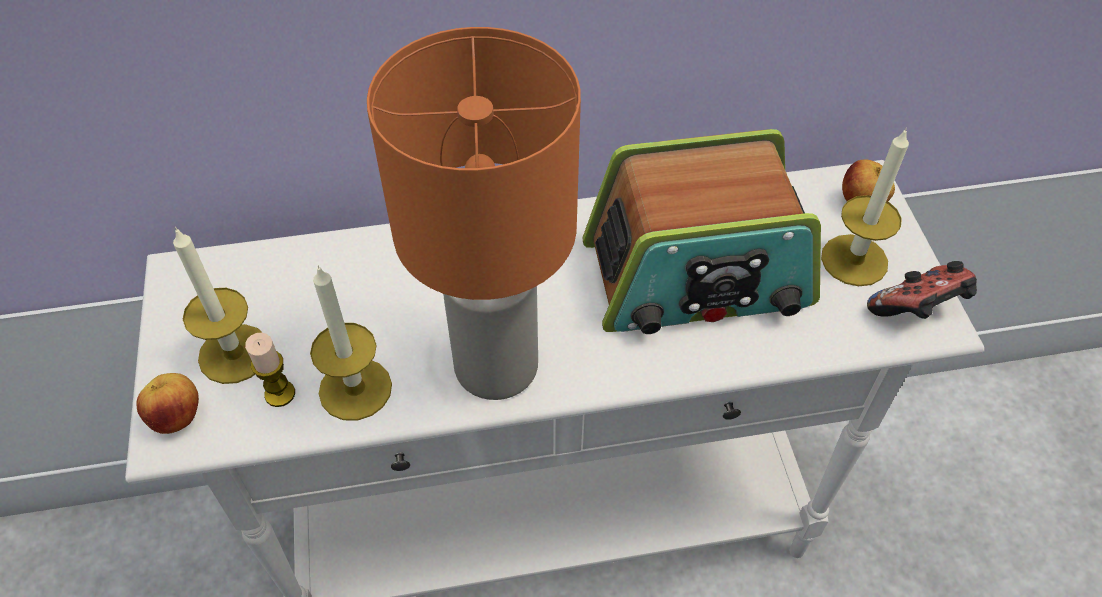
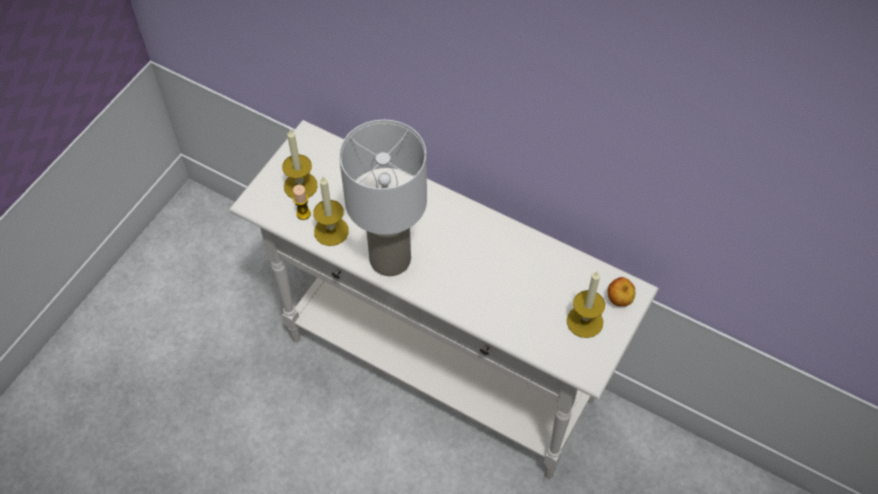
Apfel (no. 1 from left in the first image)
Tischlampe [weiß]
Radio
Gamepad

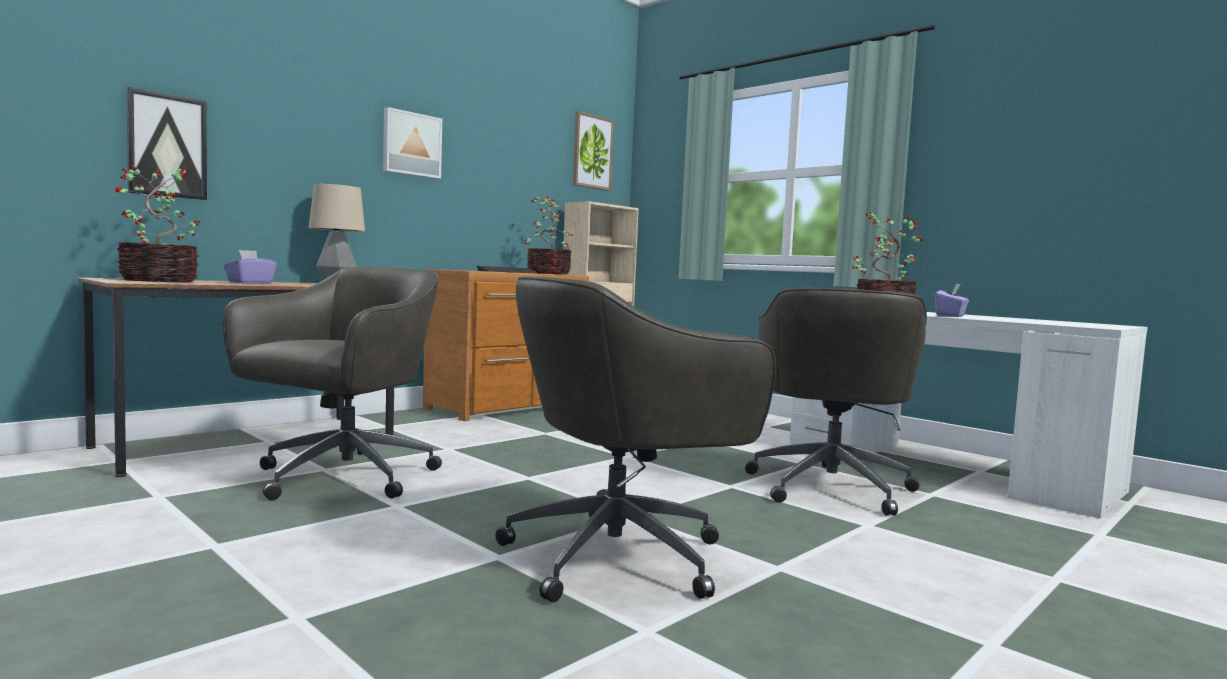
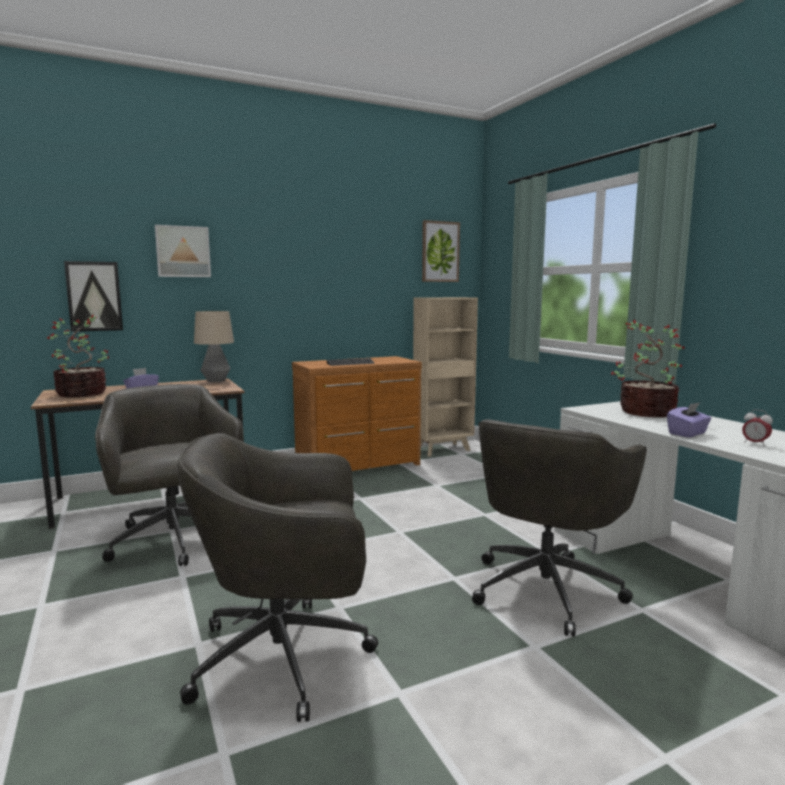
Bürostuhl [grau] (no. 1 from left)
Bild (no. 2 from left)
Topfpflanze (no. 2 from left in the first image)
Wecker

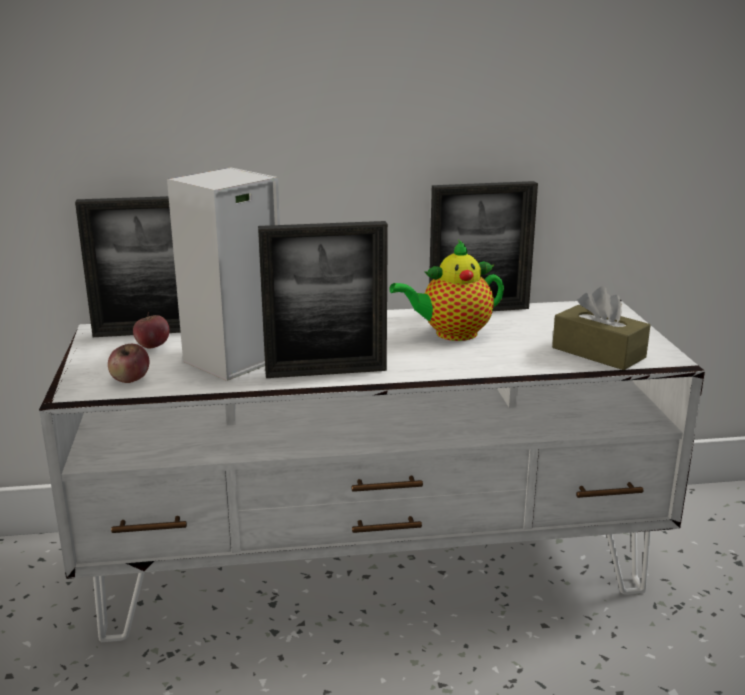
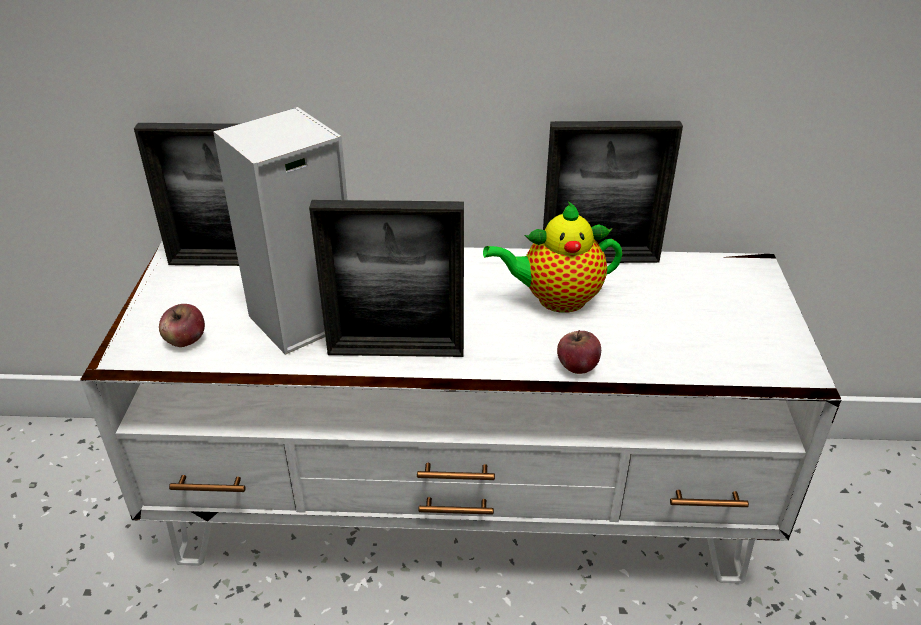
Apfel (no. 2 from left)
Taschentuchbox [braun]

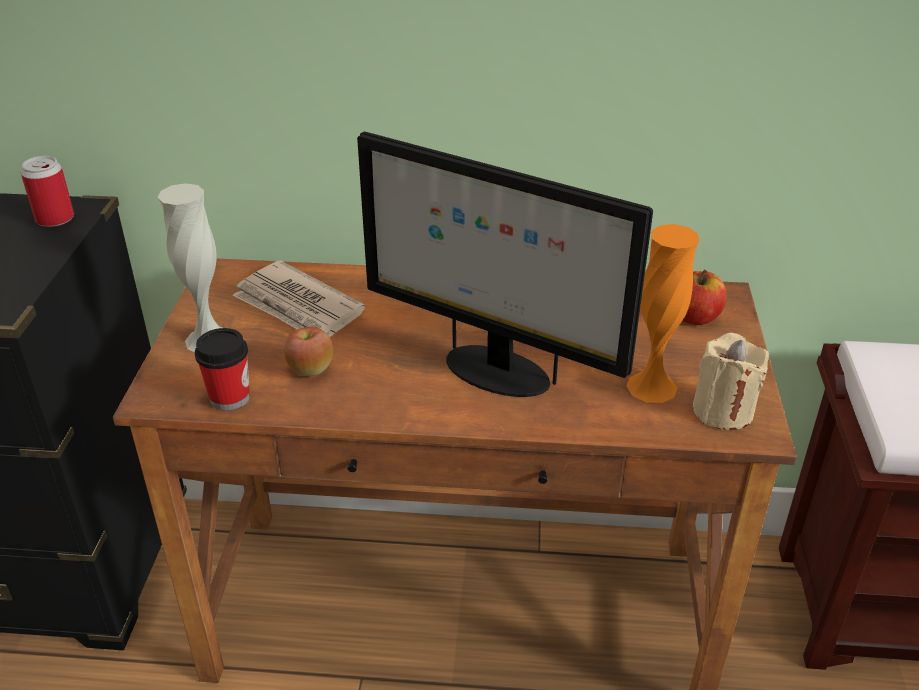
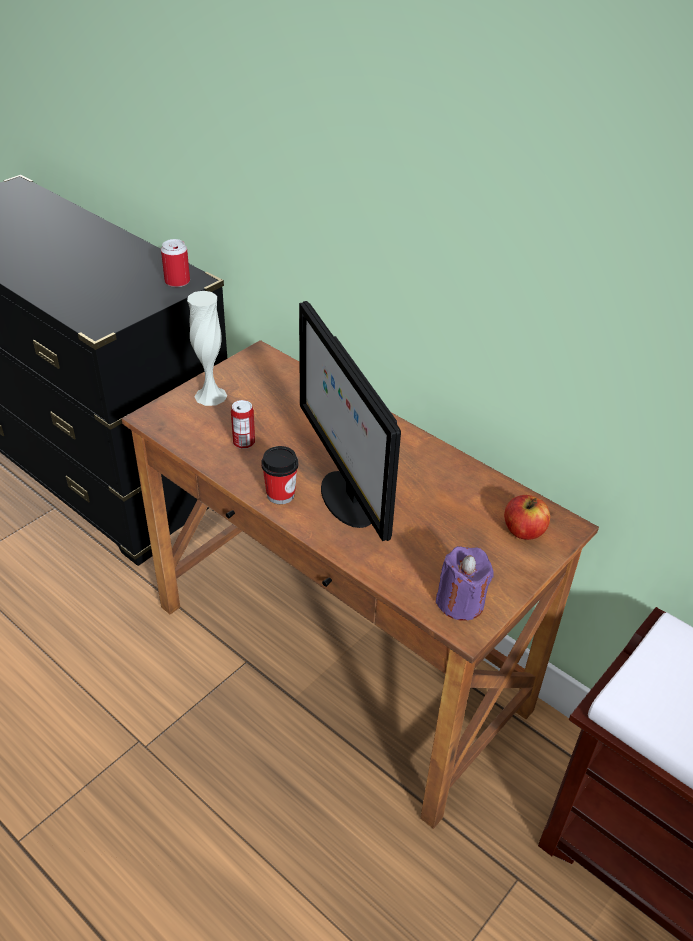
Tasse
Zeitung
Dose (no. 2 from left)
Vase [orange]
Kerze [lila]

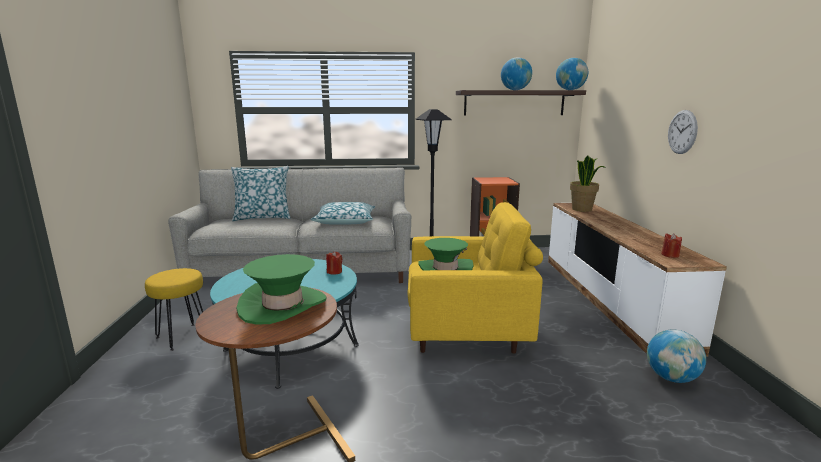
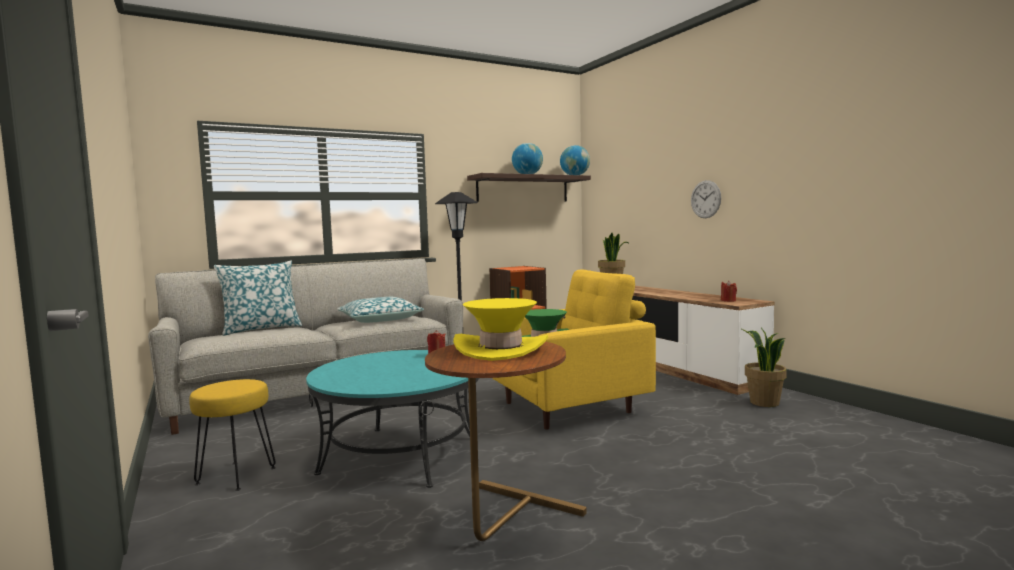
Hut [gelb]
Topfpflanze (no. 2 from left)

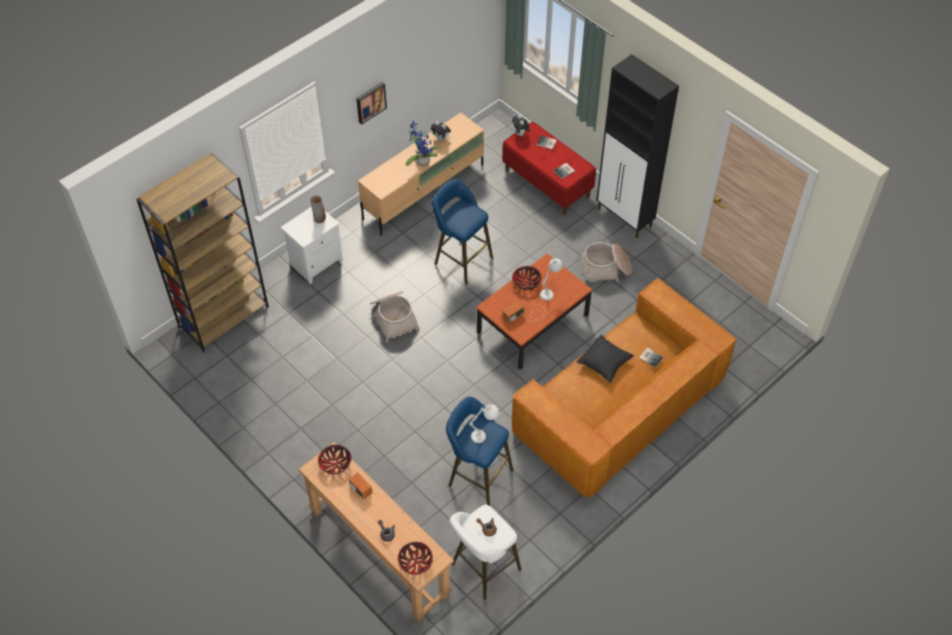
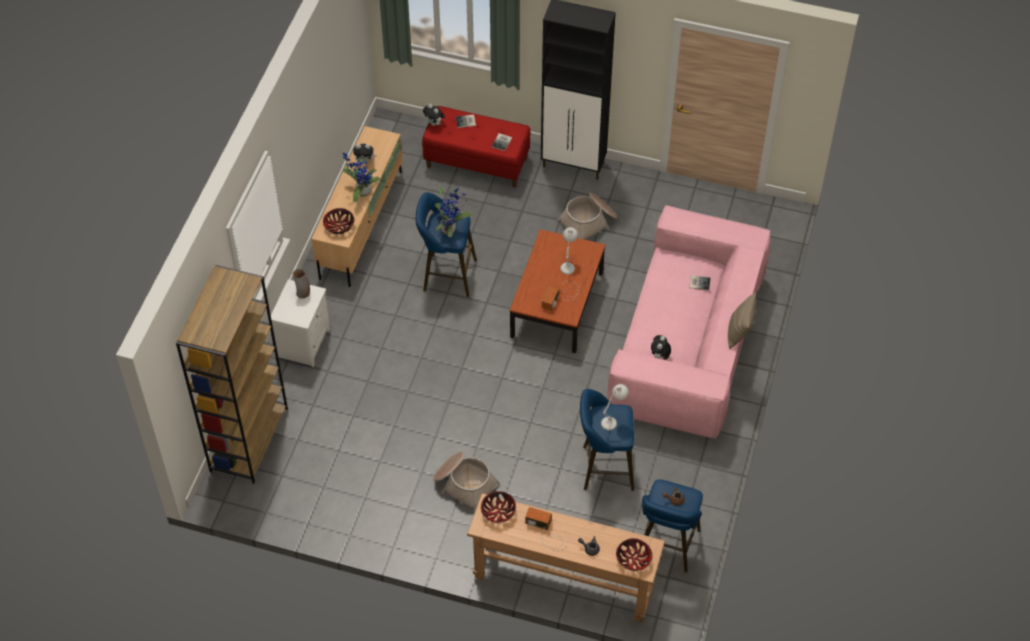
Bild
Korb (no. 1 from left)
Hocker [blau] (no. 3 from left)
Schüssel (no. 1 from left)
Sofa [rosa]
Kissen [schwarz]
Topfpflanze (no. 2 from left)
Plüschtier (no. 3 from left)
Kissen [beige]

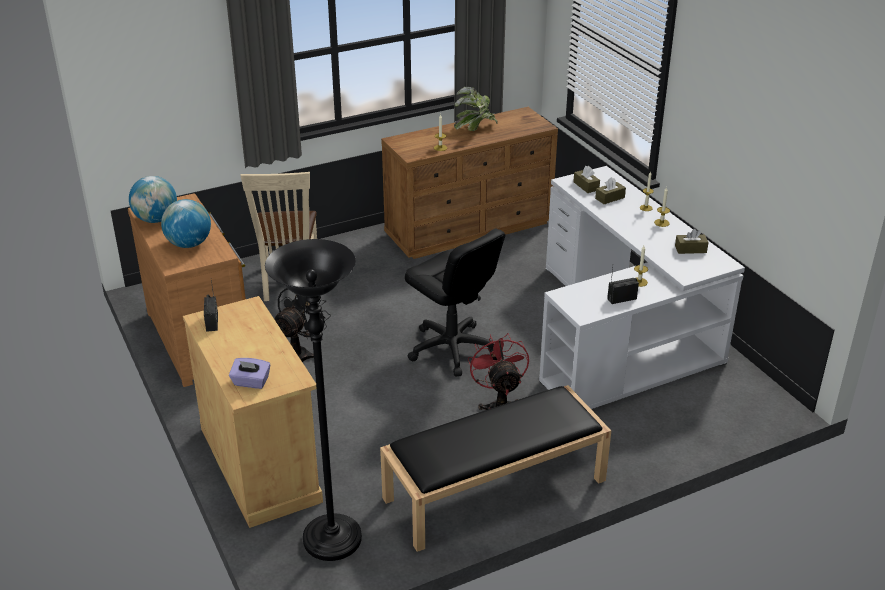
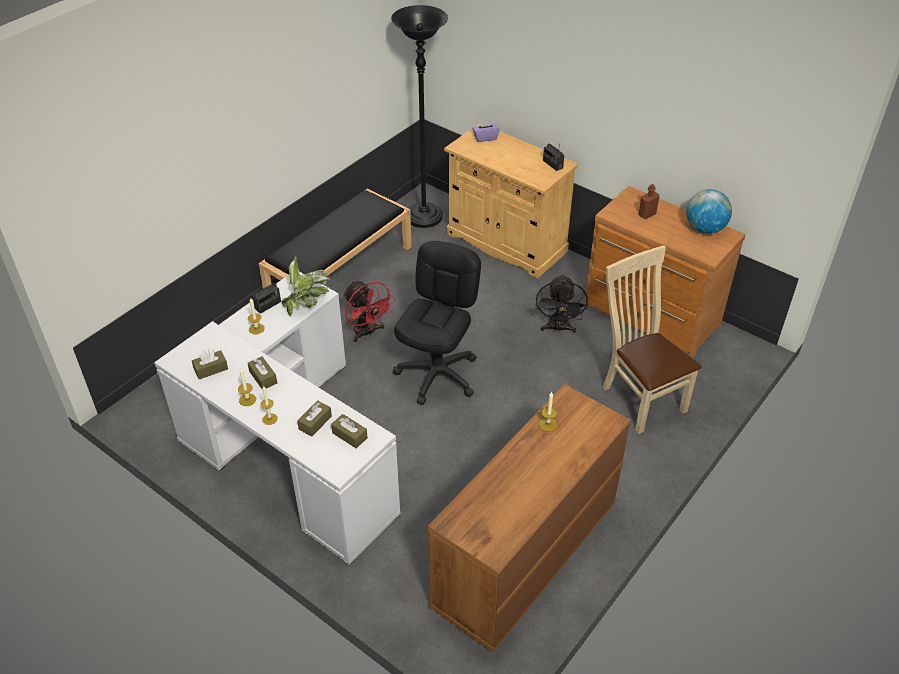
Flasche [braun]
Bürostuhl [schwarz]
Topfpflanze
Taschentuchbox [braun] (no. 2 from left)

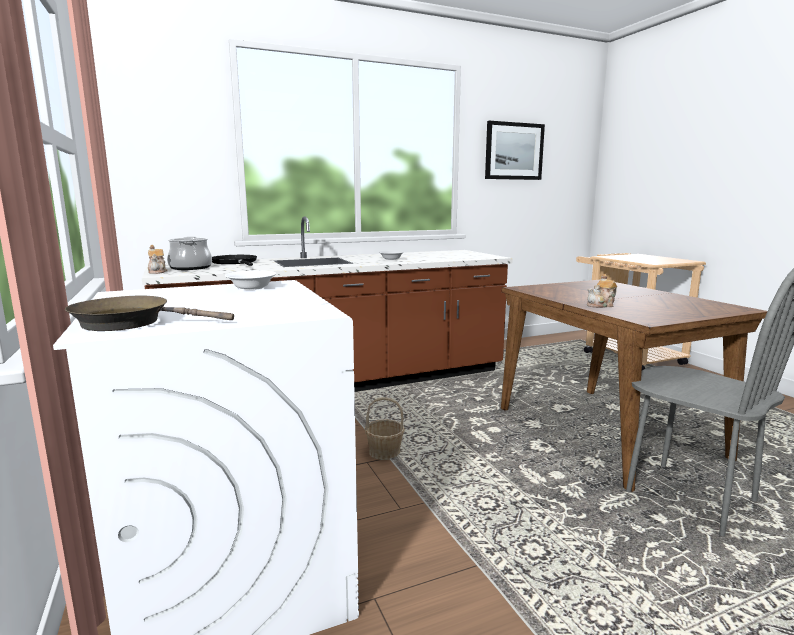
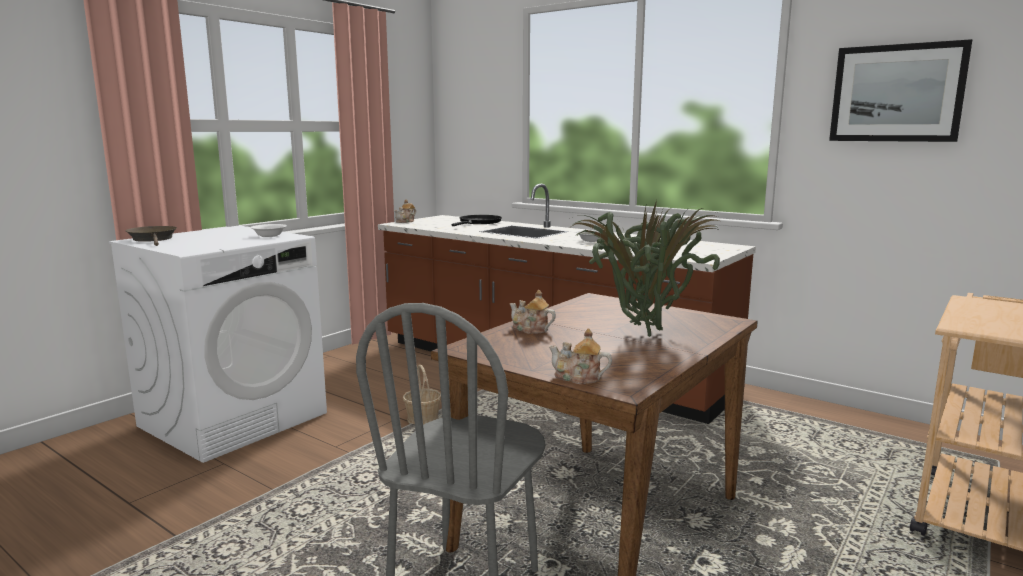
Kochtopf
Teekanne (no. 3 from left)
Topfpflanze

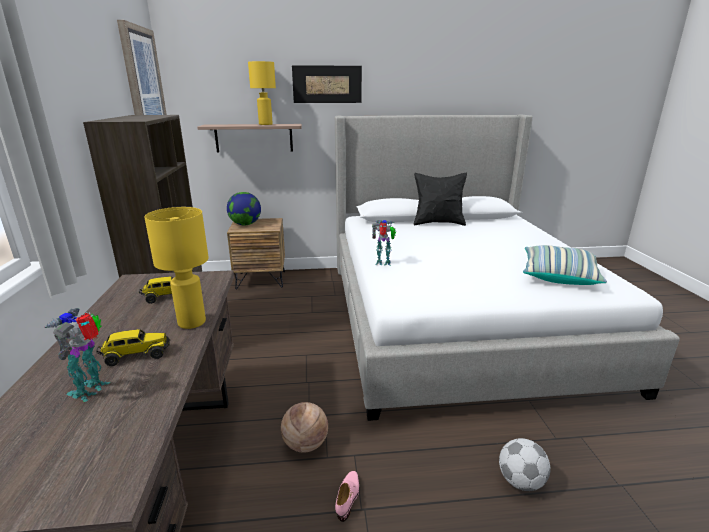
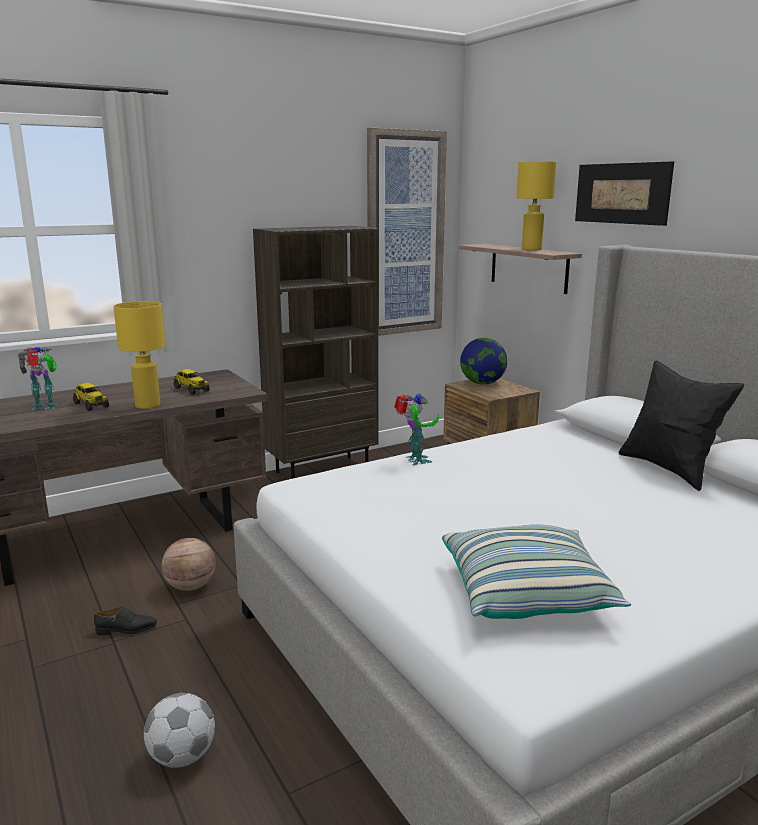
Schuh [schwarz]

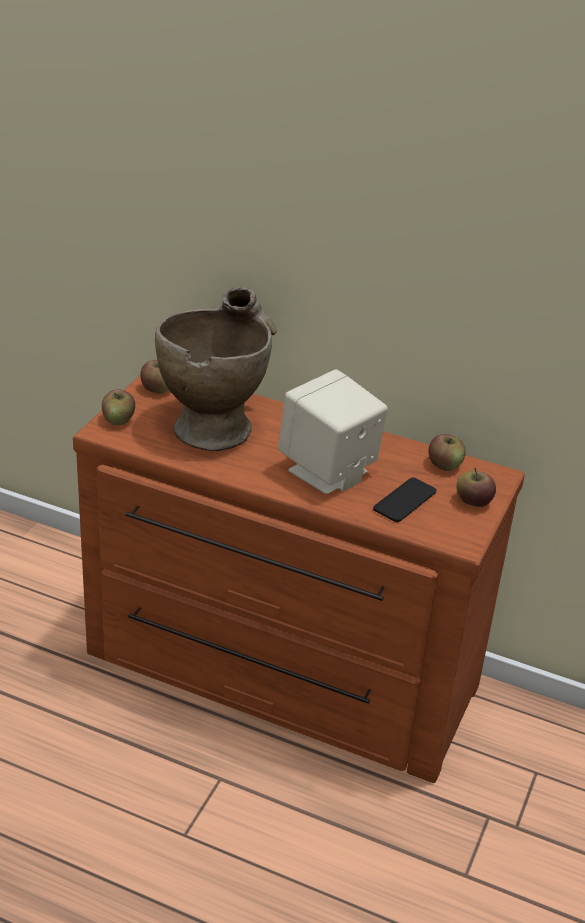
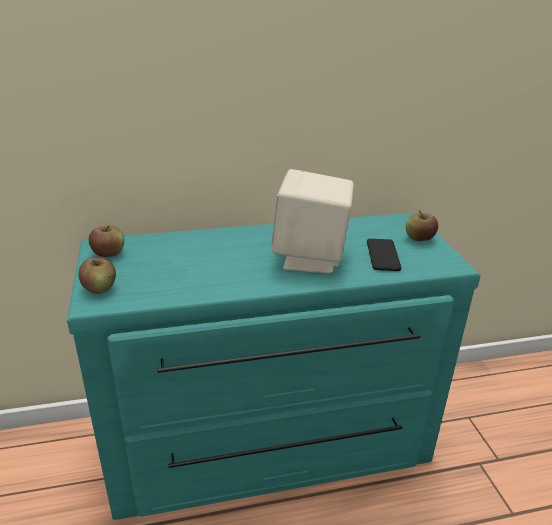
Kommode [türkis]
Vase [beige]
Apfel (no. 3 from left in the first image)

